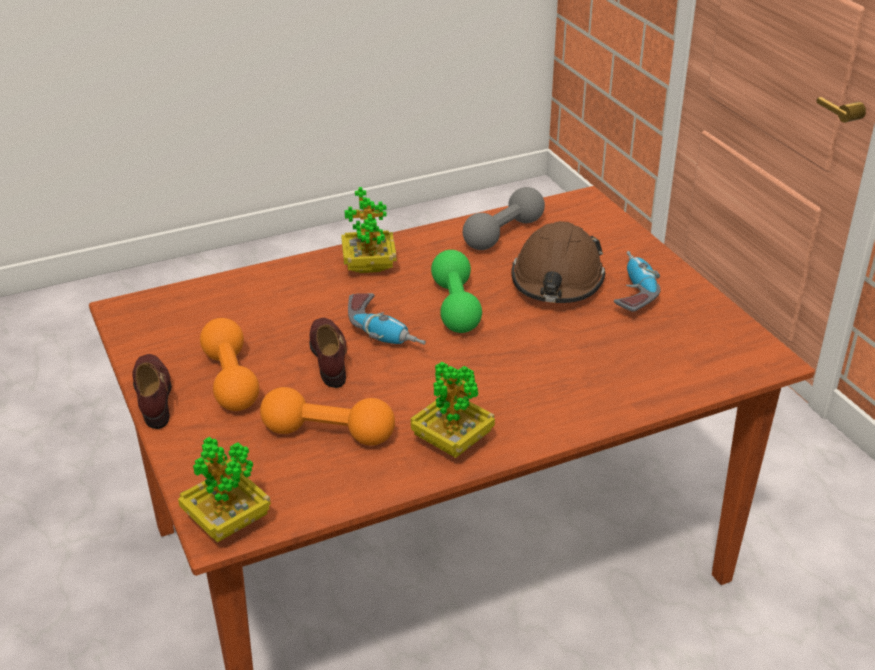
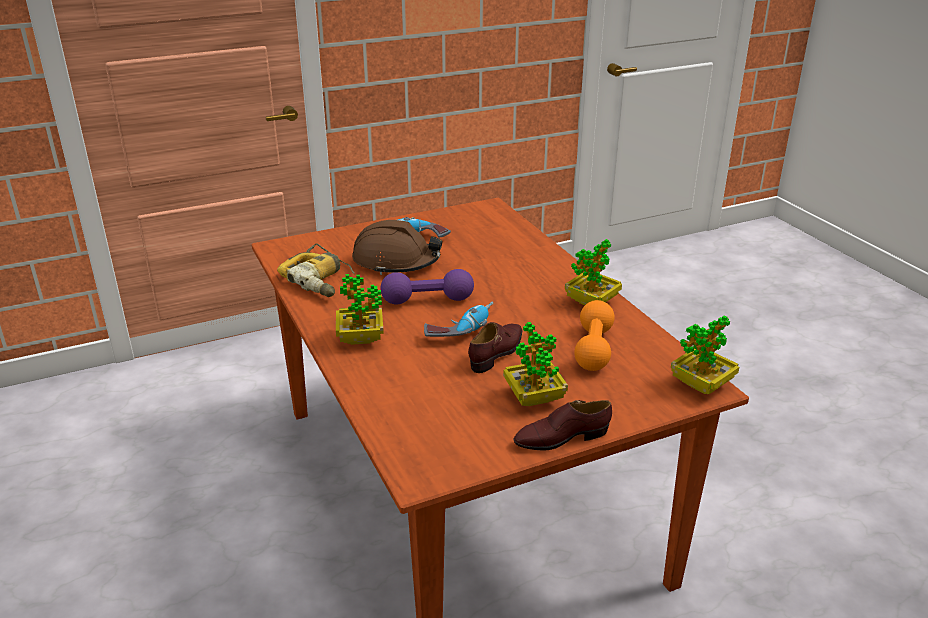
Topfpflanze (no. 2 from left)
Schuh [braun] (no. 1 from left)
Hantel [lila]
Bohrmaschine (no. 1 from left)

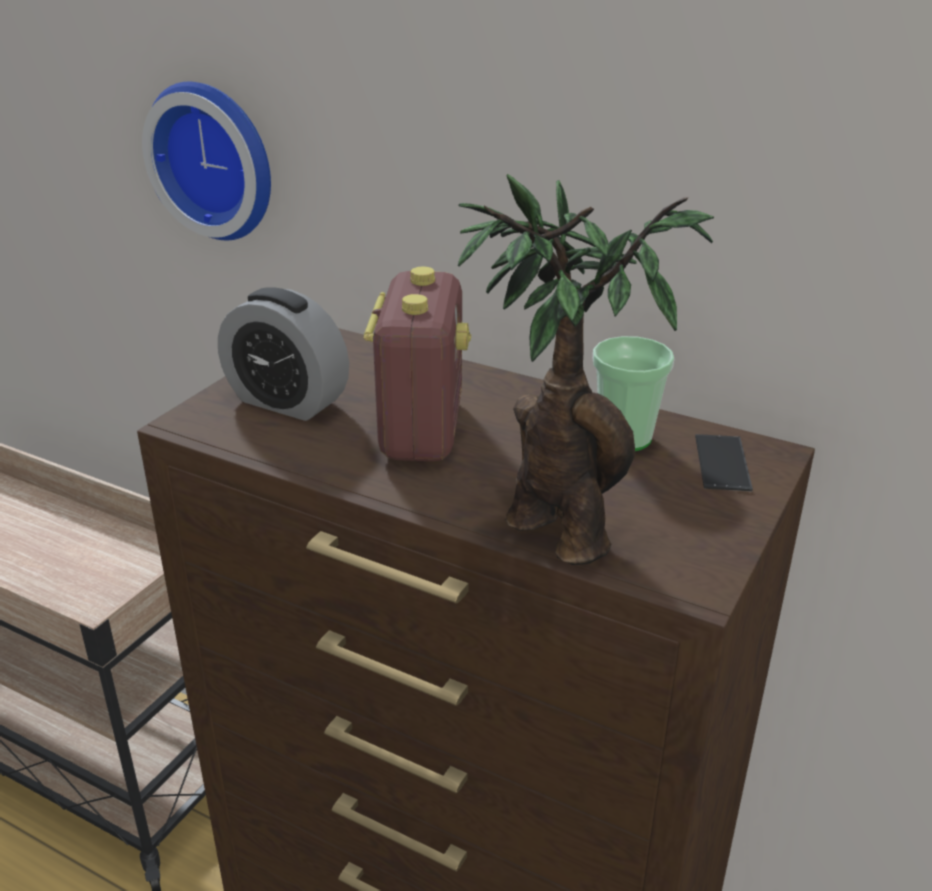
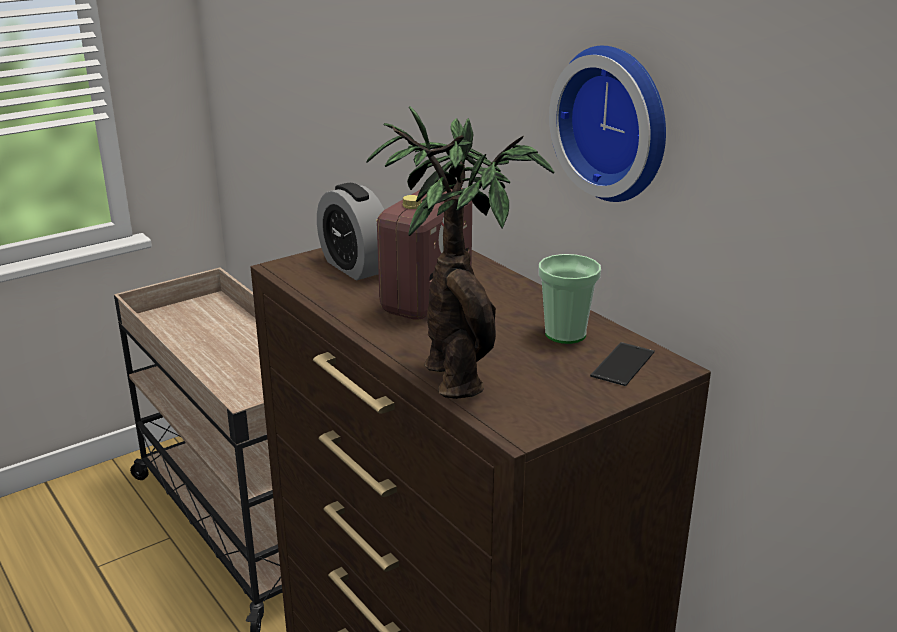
Wanduhr

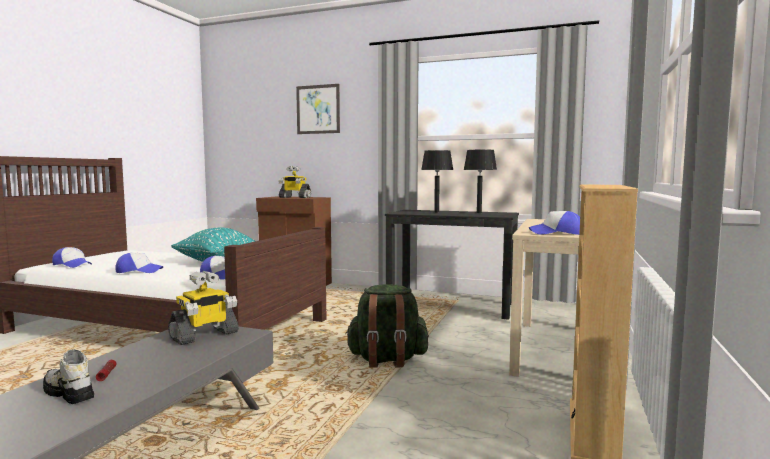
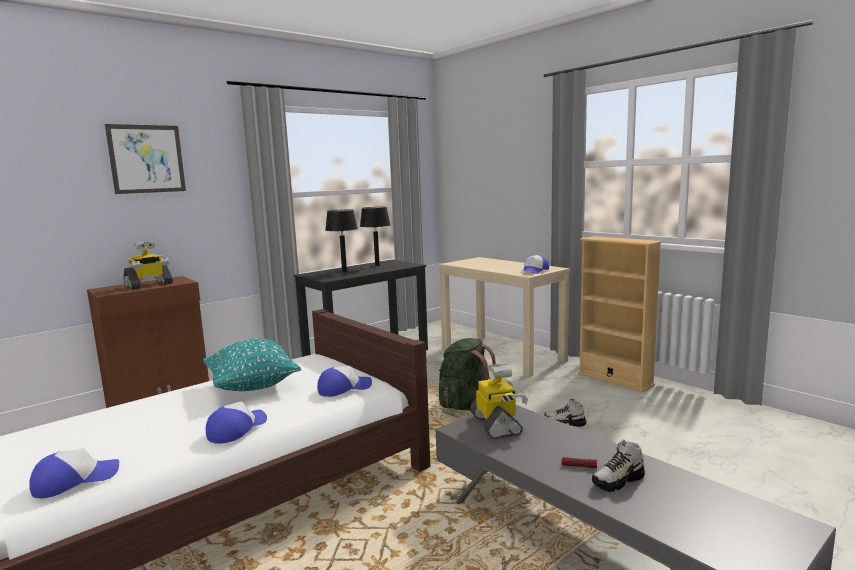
Schuh (no. 1 from left)

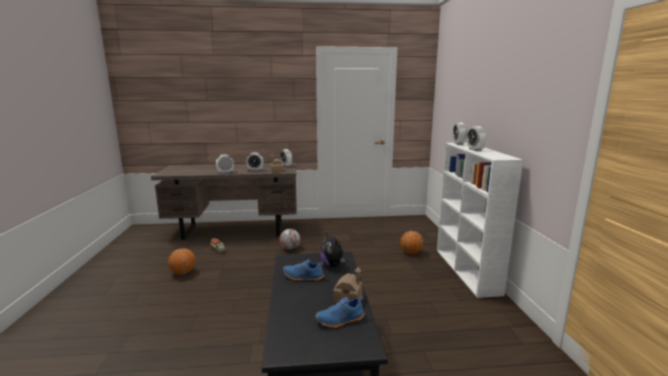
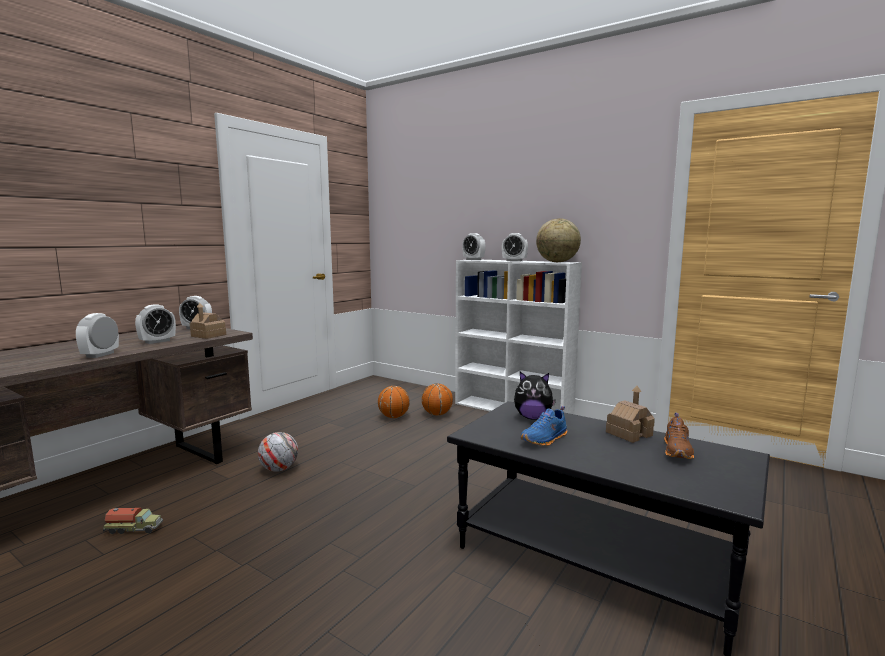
Basketball (no. 1 from left)
Schuh [braun]
Globus

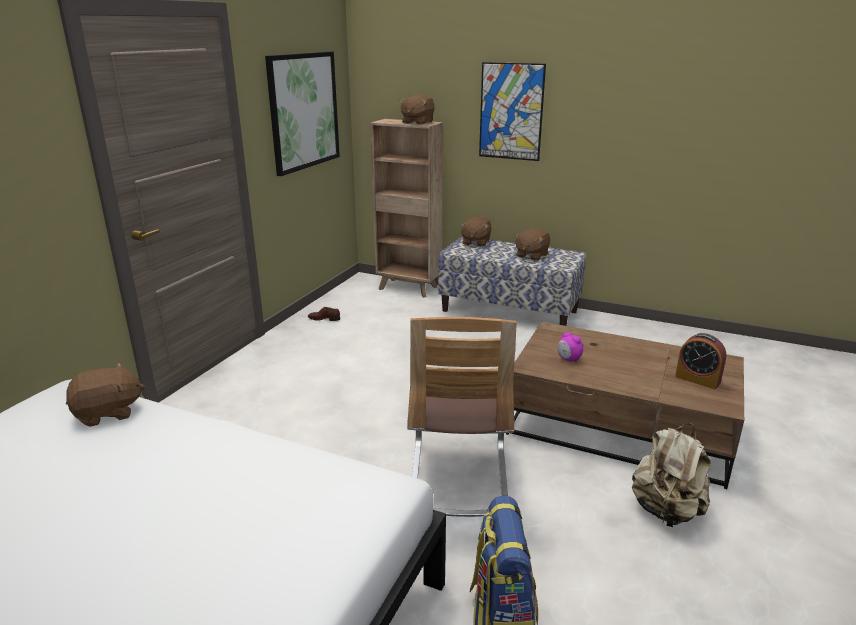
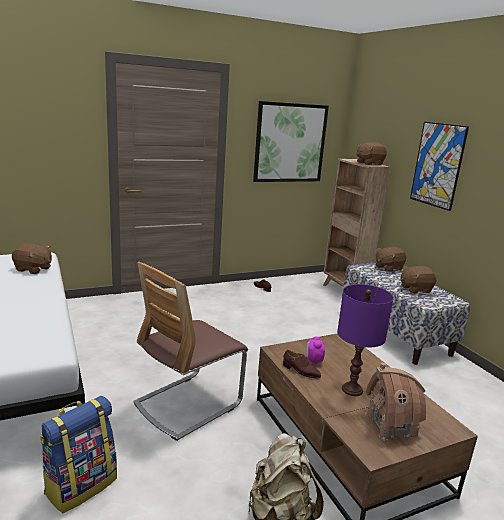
Spielzeughaus
Schuh [braun] (no. 2 from left)
Tischlampe [lila]

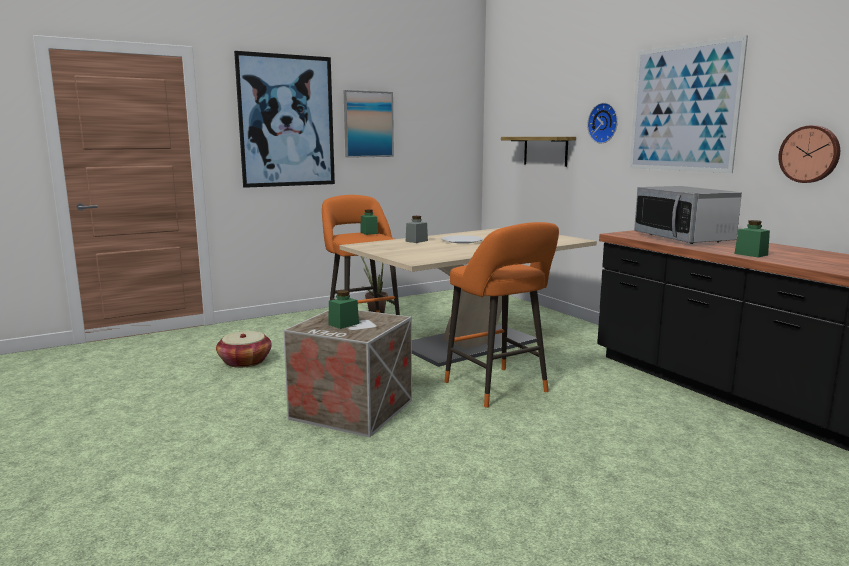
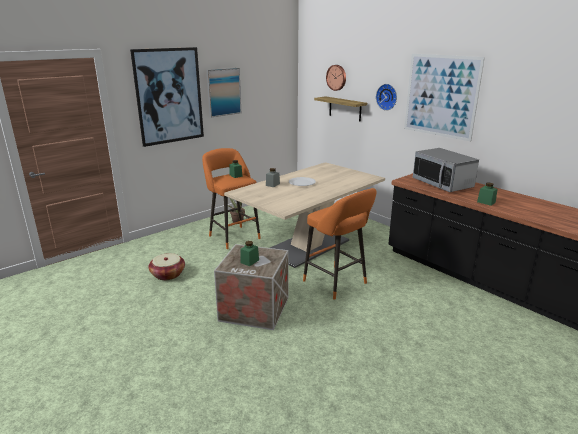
Wanduhr (no. 1 from left)

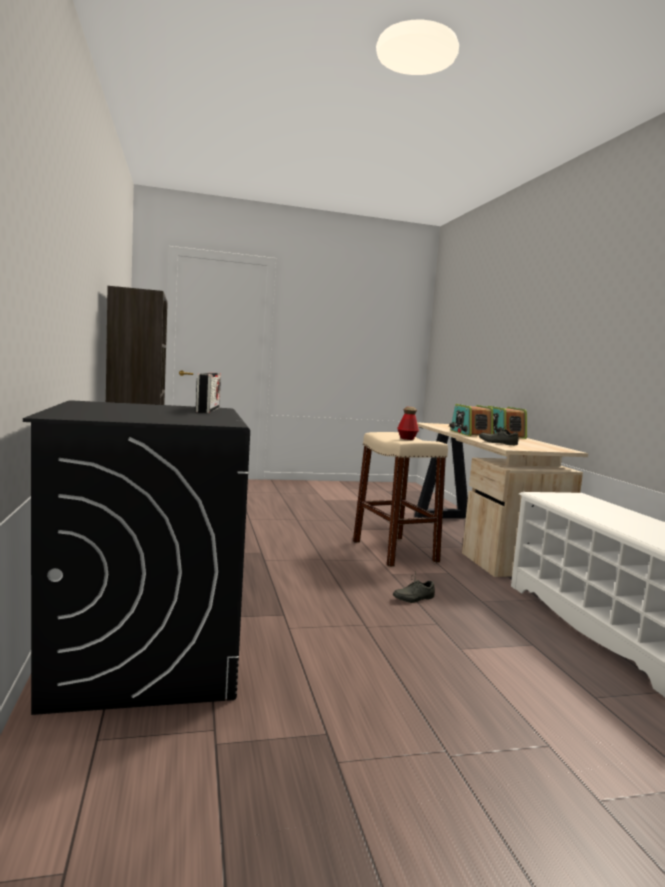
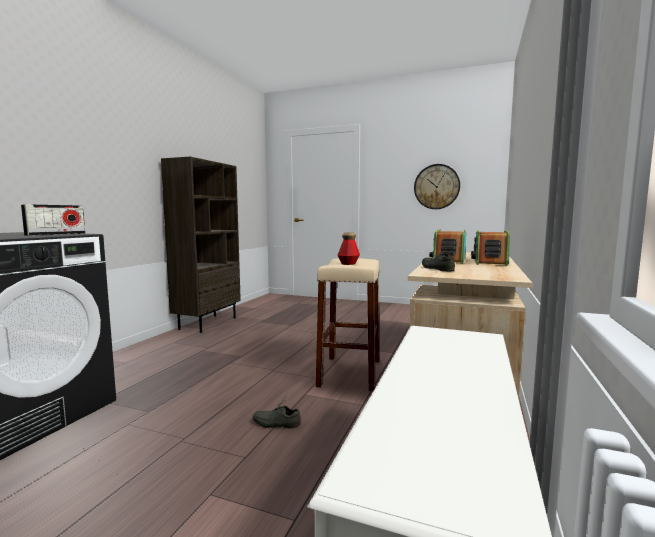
Wanduhr

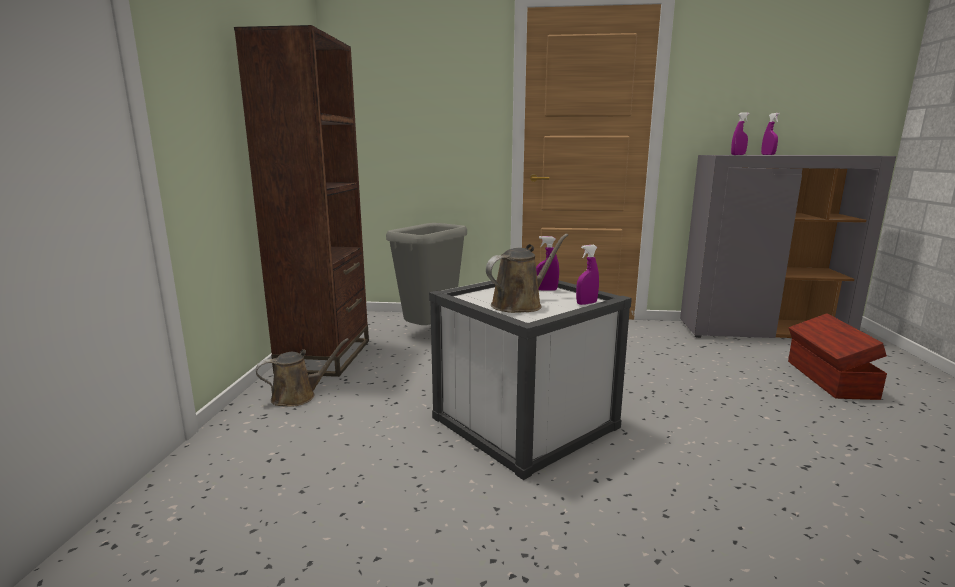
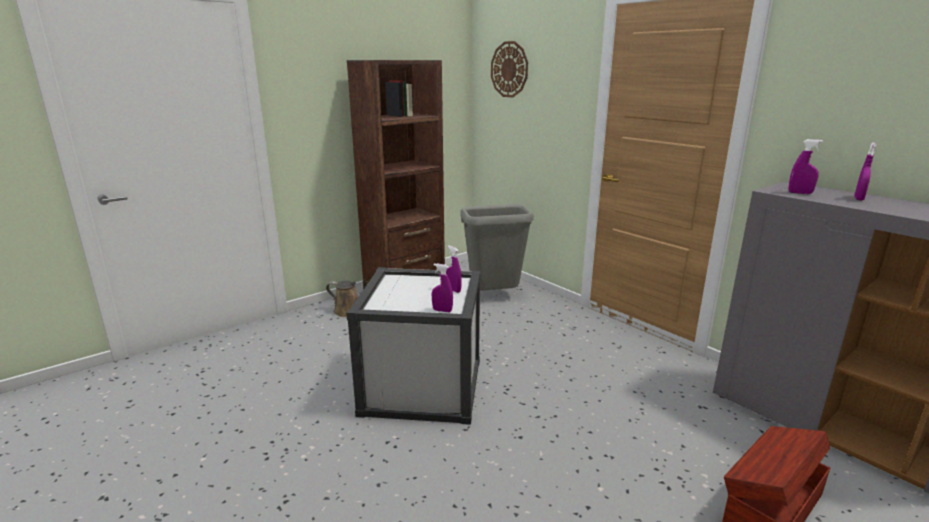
Gießkanne [braun] (no. 2 from left in the first image)
Wanduhr

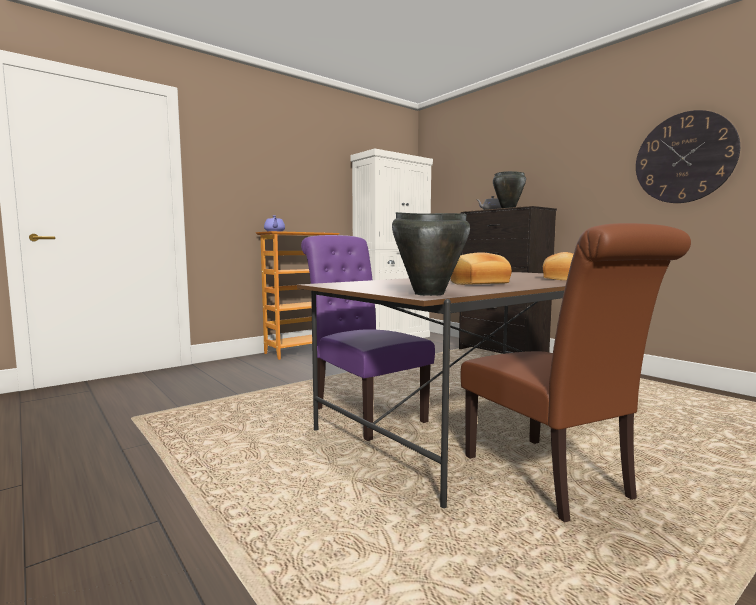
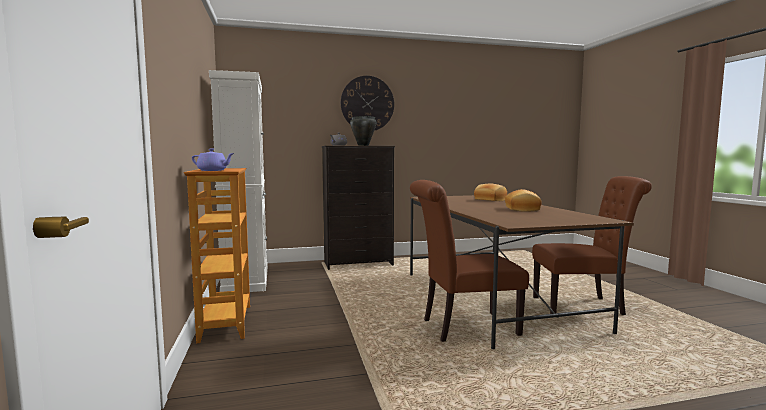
Stuhl [braun] (no. 1 from left)
Kochtopf [schwarz] (no. 1 from left in the first image)
Wanduhr

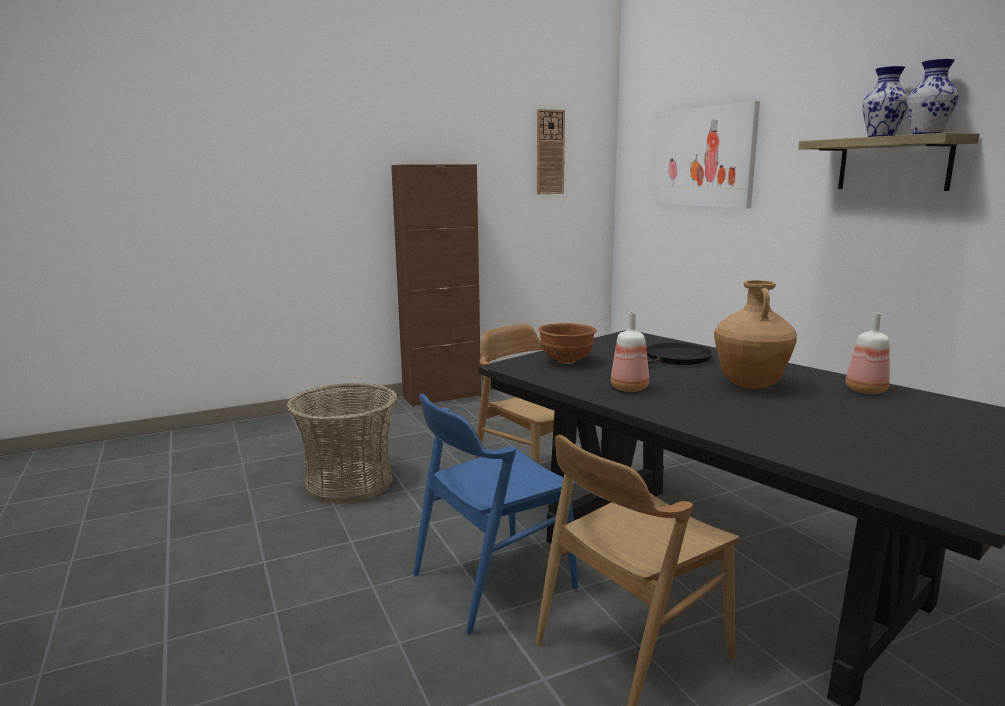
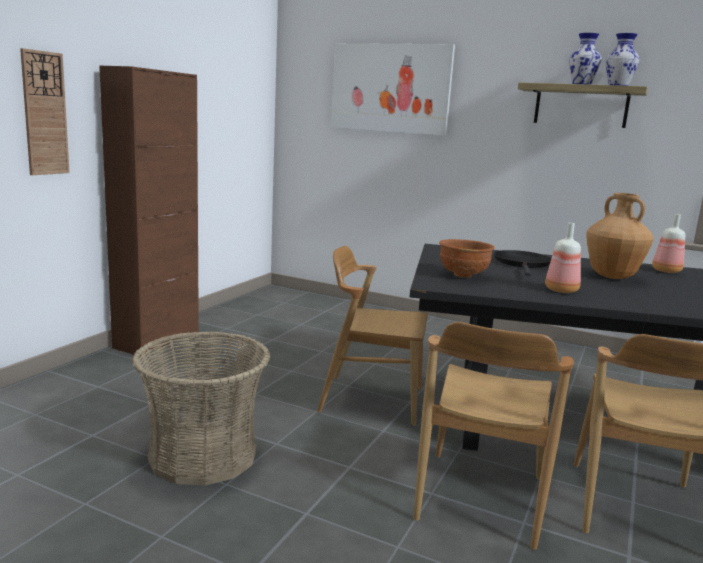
Stuhl [braun] (no. 2 from left)
Wanduhr

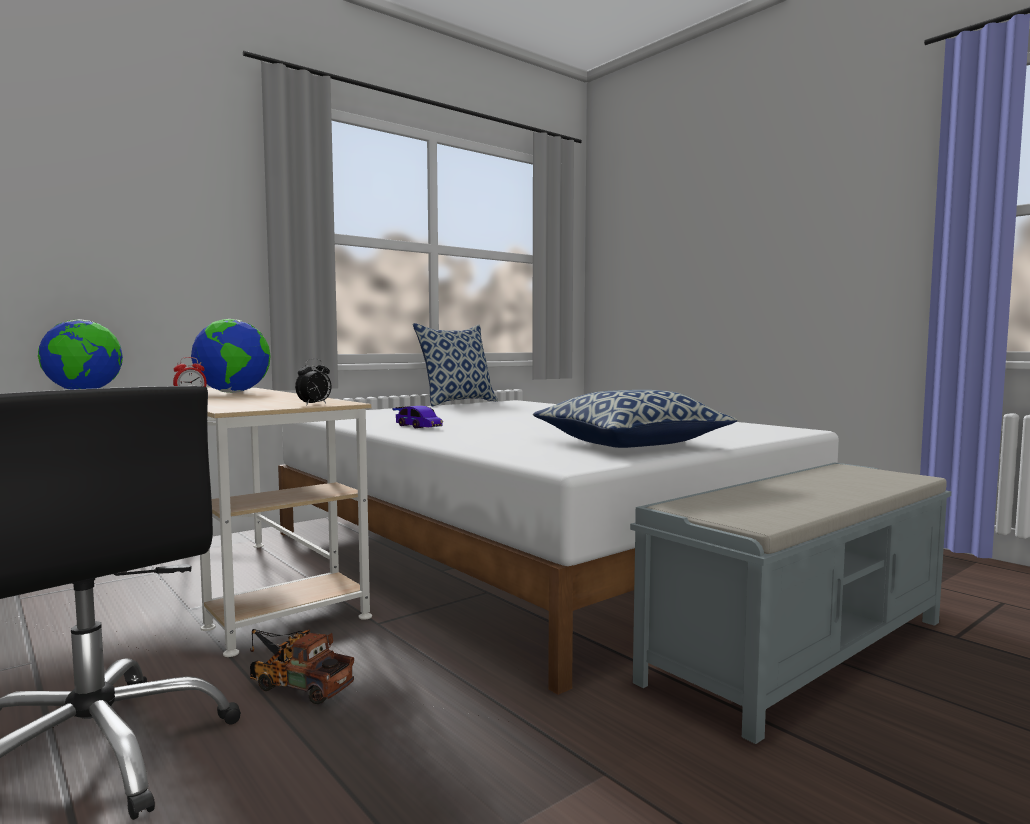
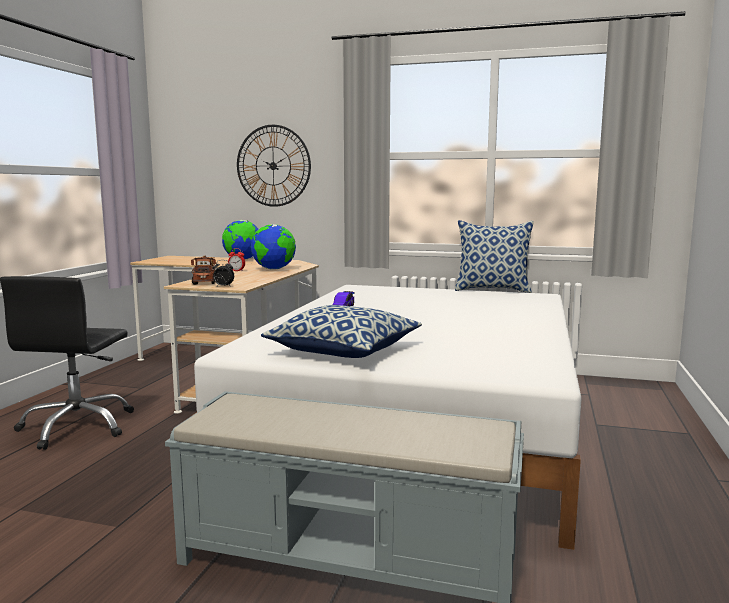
Spielzeuglaster
Wanduhr

